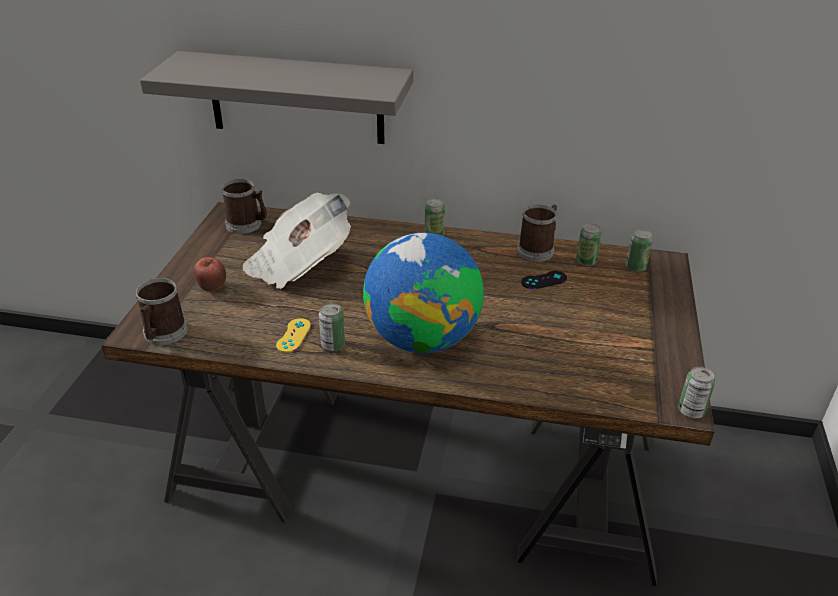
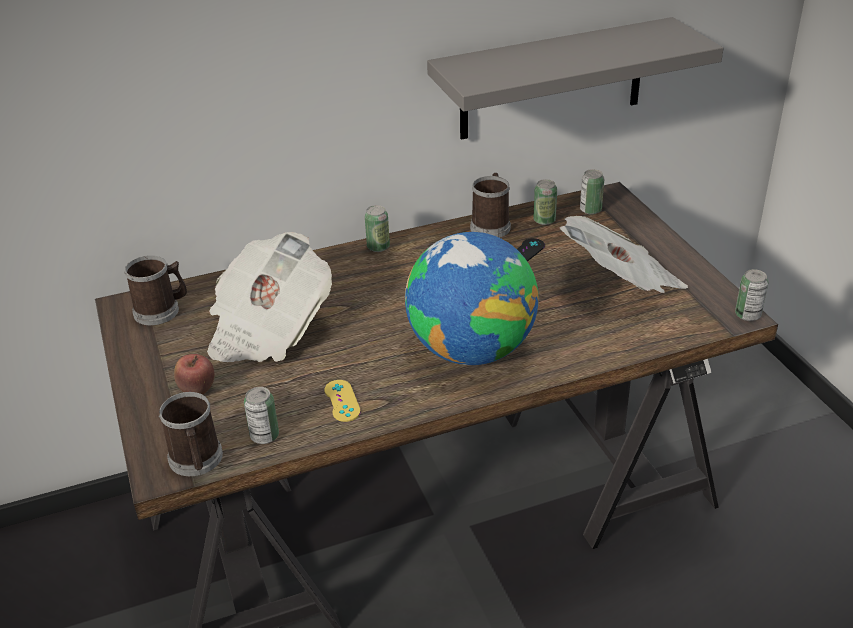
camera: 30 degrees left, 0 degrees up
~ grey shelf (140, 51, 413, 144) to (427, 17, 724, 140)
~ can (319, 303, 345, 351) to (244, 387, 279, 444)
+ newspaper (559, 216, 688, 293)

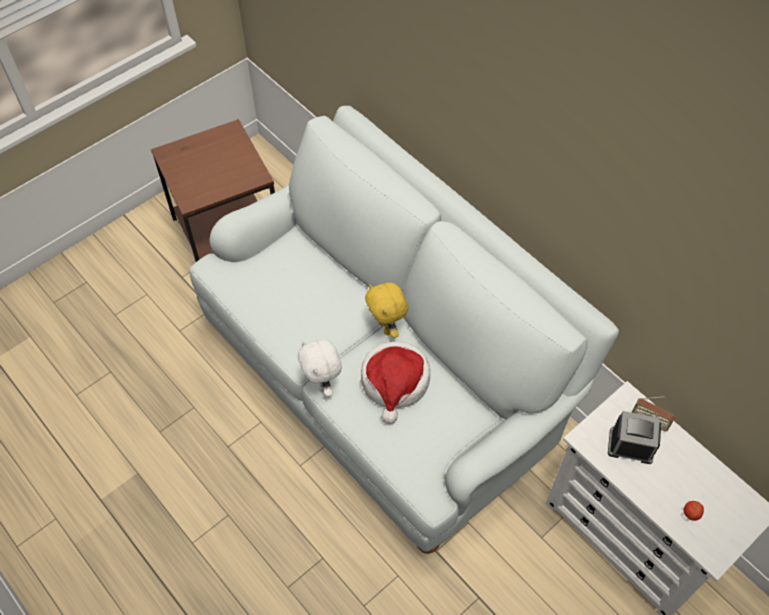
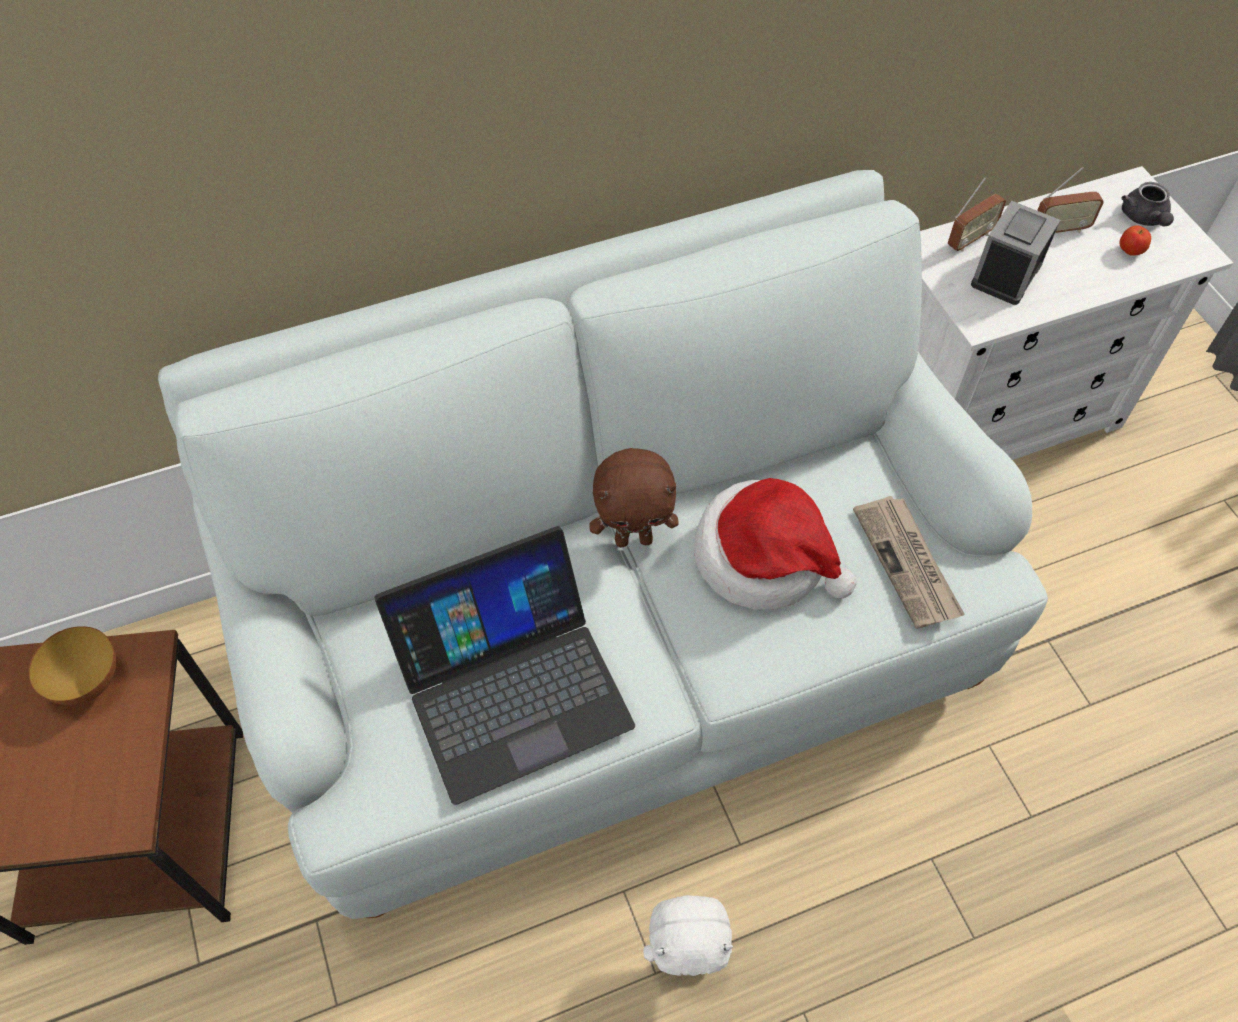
camera: 70 degrees left, 0 degrees up
~ white plush toy (298, 340, 342, 397) to (643, 895, 733, 976)
~ yellow plush toy (365, 282, 408, 338) to brown plush toy (589, 448, 679, 547)
+ bowl (29, 626, 117, 705)
+ laptop (374, 526, 635, 805)
+ newspaper (853, 496, 965, 629)
+ radio (1037, 167, 1104, 233)
+ grey teapot (1121, 182, 1174, 227)

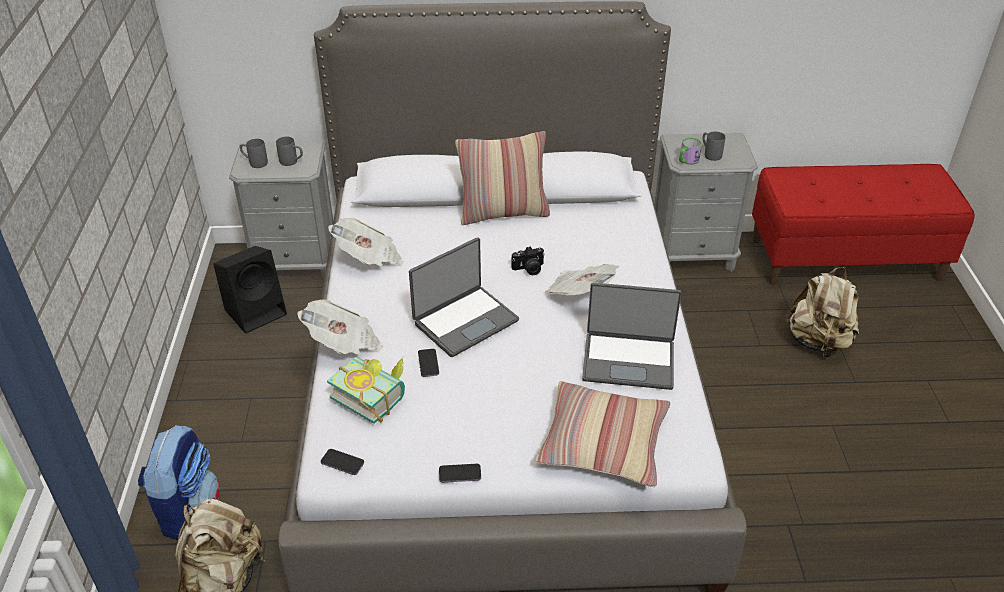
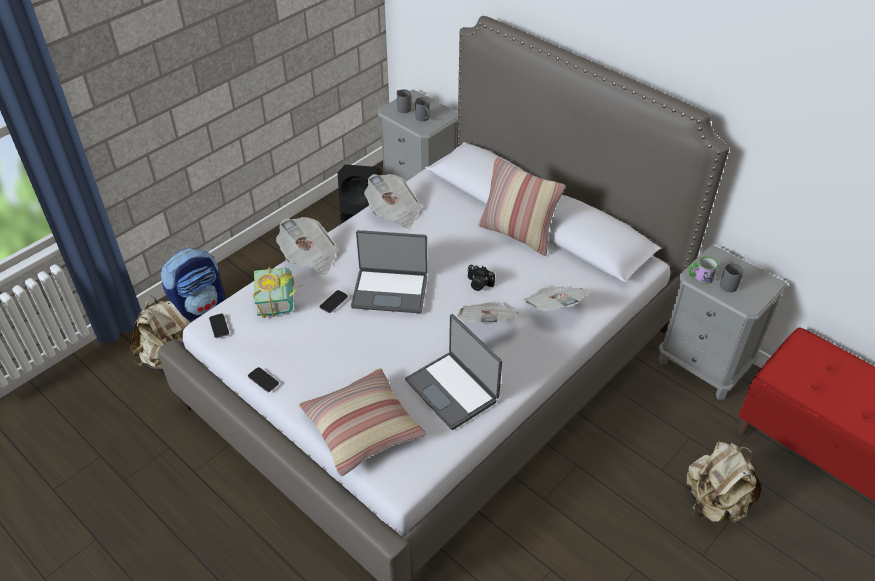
camera: 45 degrees right, 5 degrees up
+ newspaper (523, 284, 589, 311)

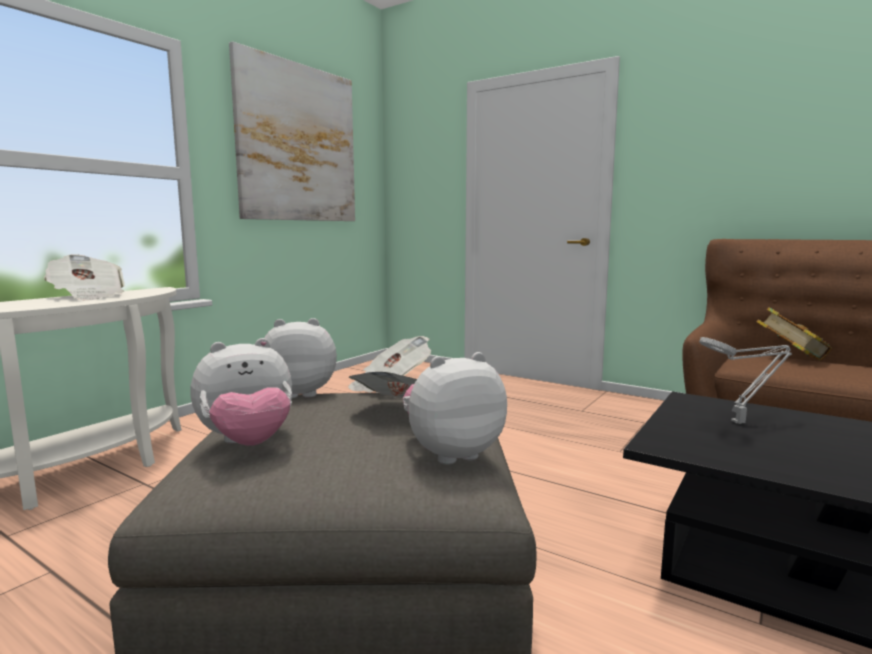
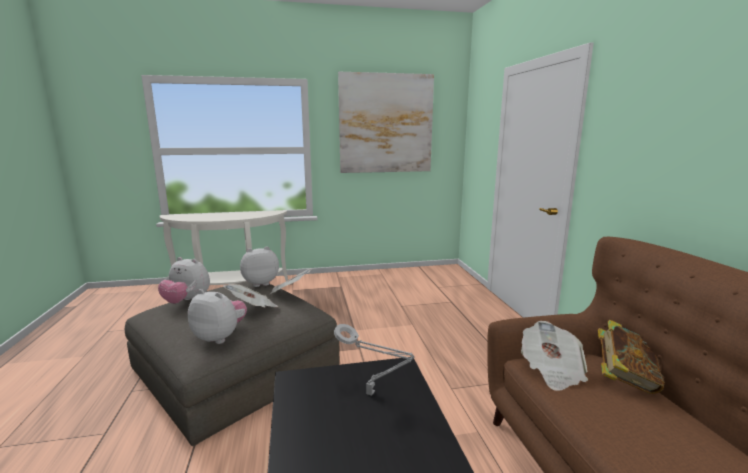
camera: 45 degrees right, 5 degrees up
~ newspaper (44, 254, 125, 300) to (521, 321, 588, 391)
~ plush toy (264, 318, 337, 398) = (240, 246, 279, 287) 60 degrees counterclockwise

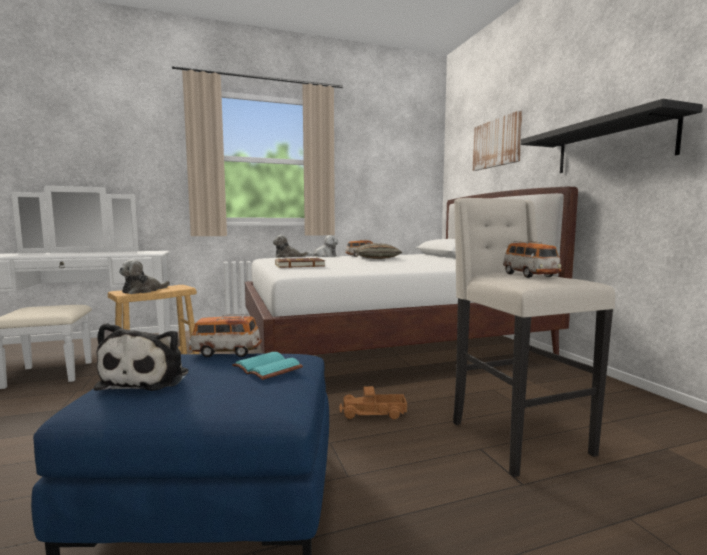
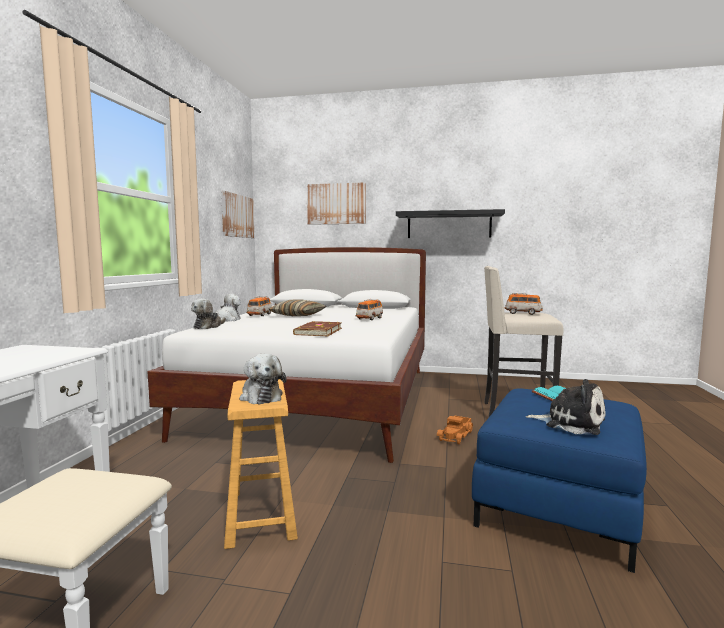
camera: 60 degrees left, 0 degrees up
~ toy car (189, 314, 262, 357) to (356, 299, 383, 320)
+ picture (221, 191, 254, 238)

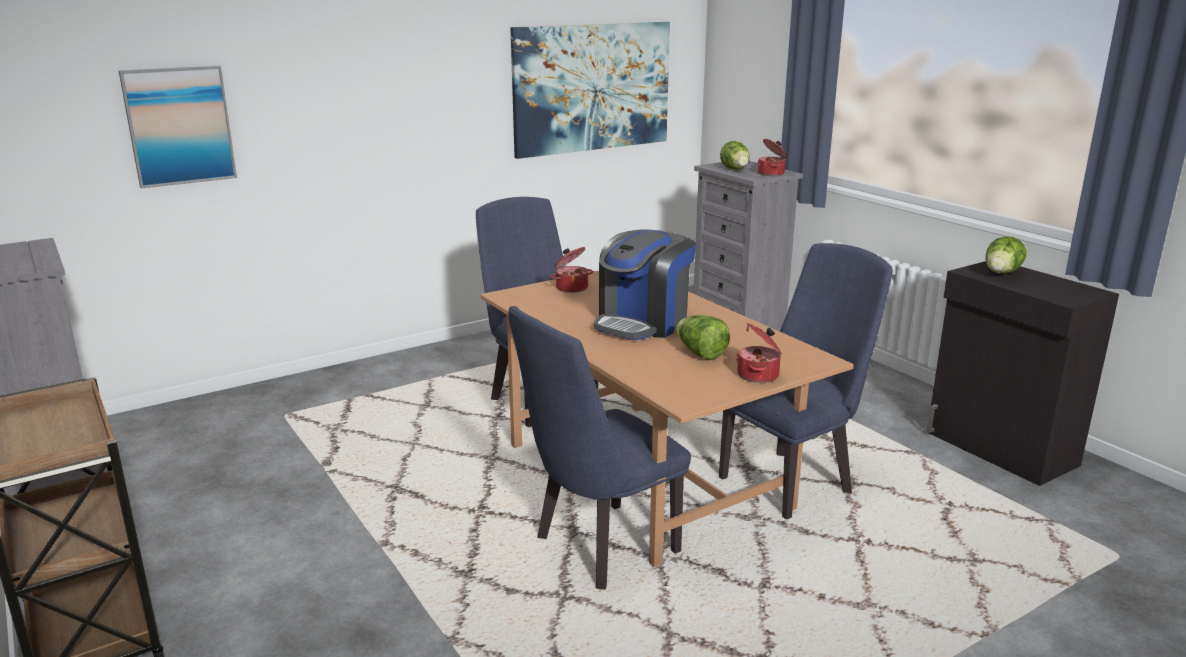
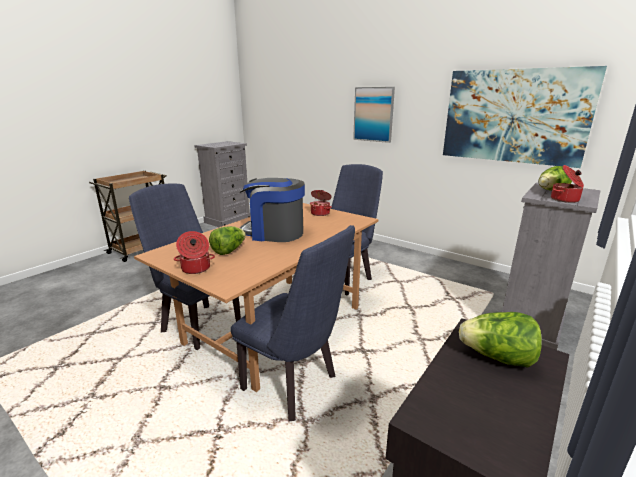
camera: 70 degrees right, 0 degrees up
~ picture (119, 66, 237, 188) to (353, 87, 395, 143)

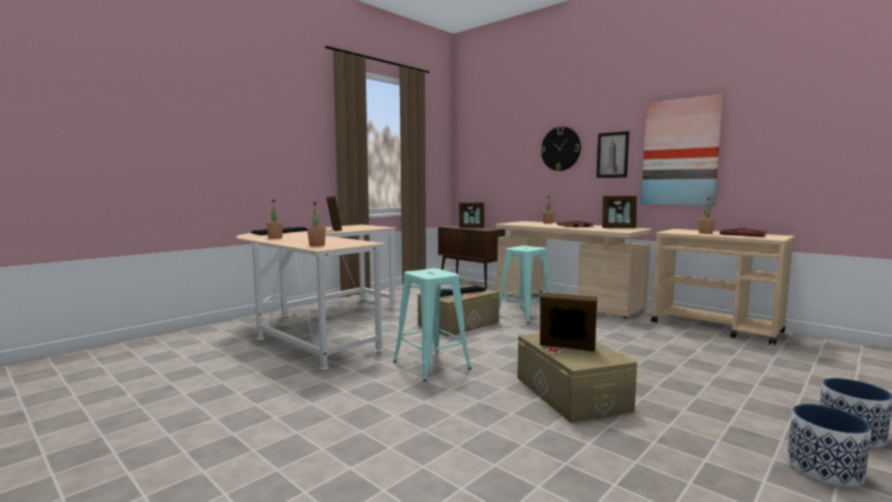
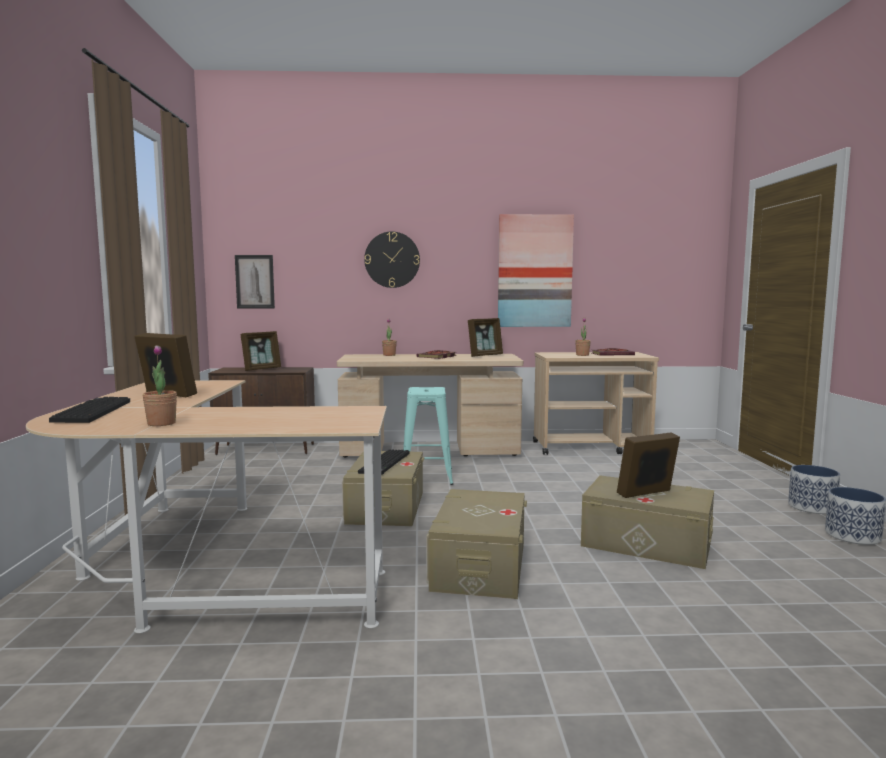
camera: 45 degrees left, 0 degrees up
- potted plant (307, 200, 326, 246)
~ turquoise stool (393, 268, 471, 381) to beige storage box (426, 489, 527, 599)
~ picture (596, 131, 629, 178) to (235, 255, 275, 309)

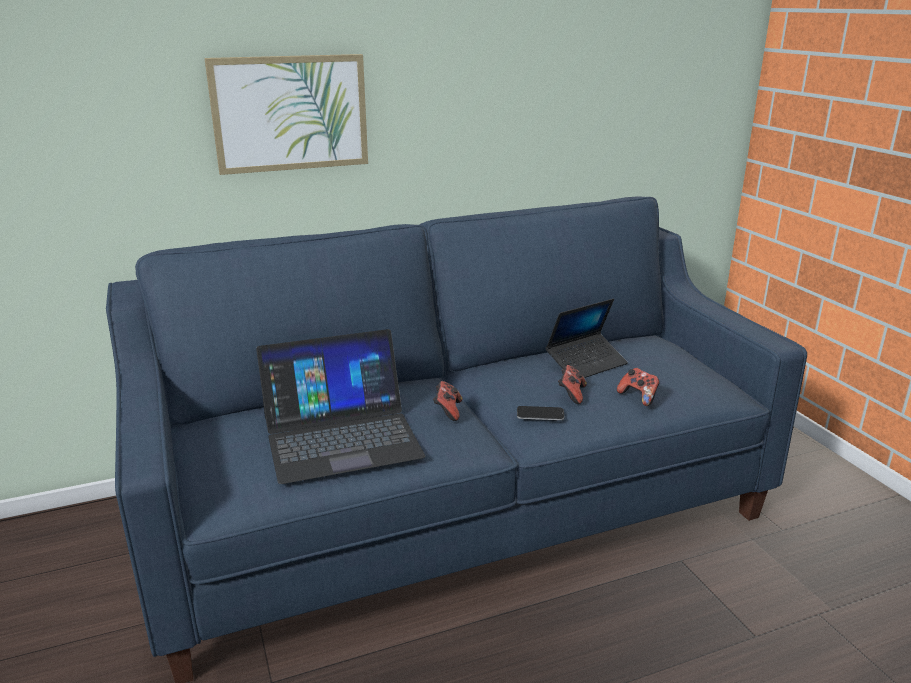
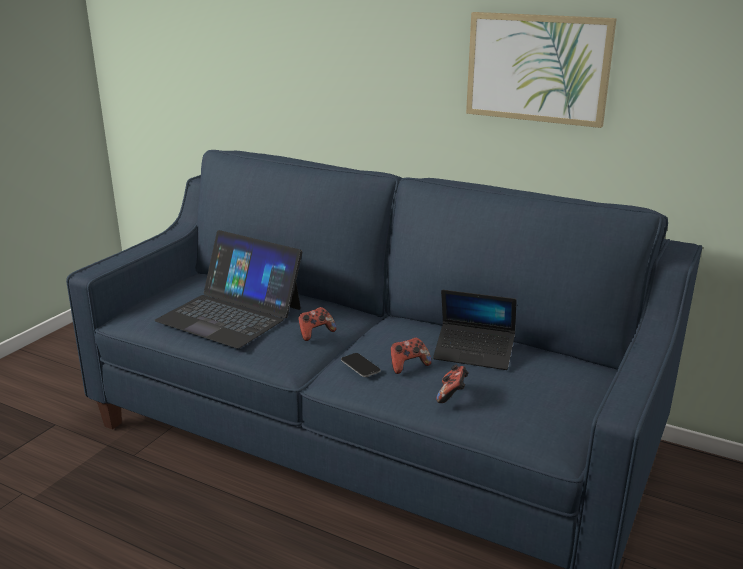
camera: 50 degrees right, 0 degrees up
~ picture (204, 54, 368, 175) to (466, 12, 617, 128)

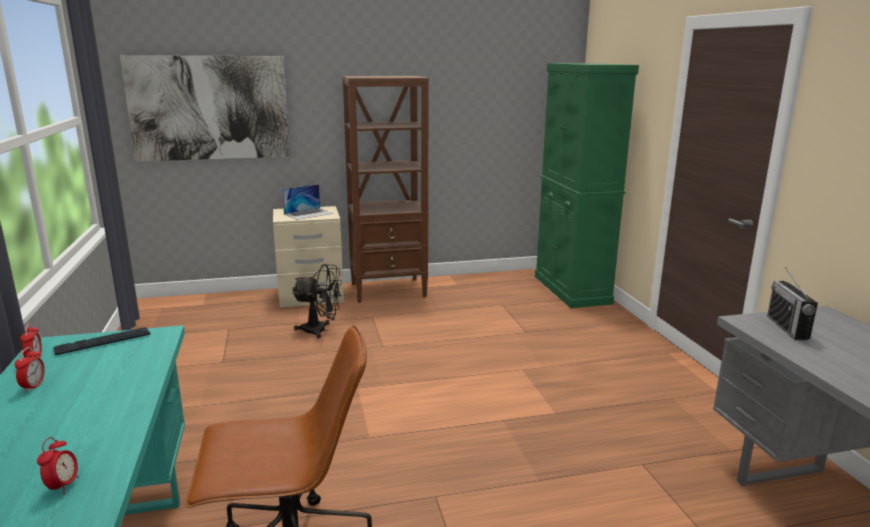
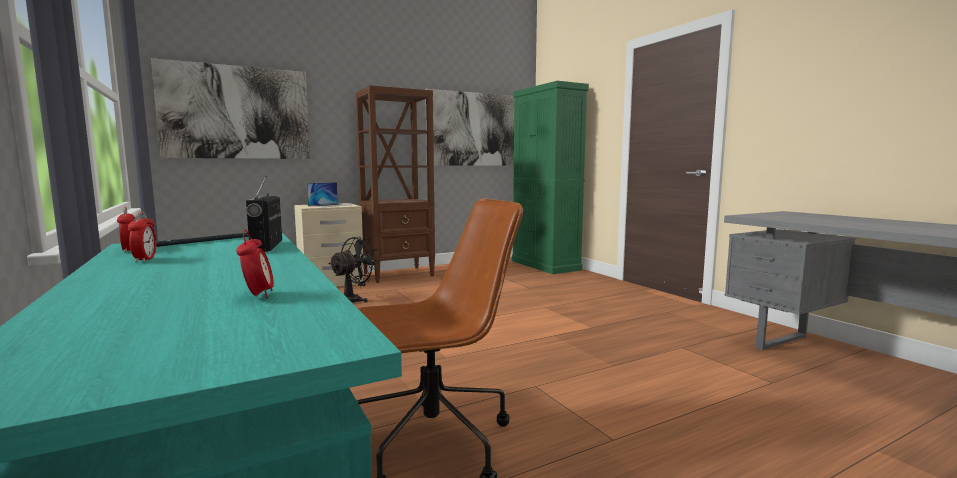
camera: 15 degrees left, 10 degrees down
~ black fan (292, 264, 342, 339) = (328, 237, 380, 303) 45 degrees counterclockwise
~ radio (767, 267, 818, 340) to (246, 176, 282, 252)
+ picture (425, 89, 514, 166)

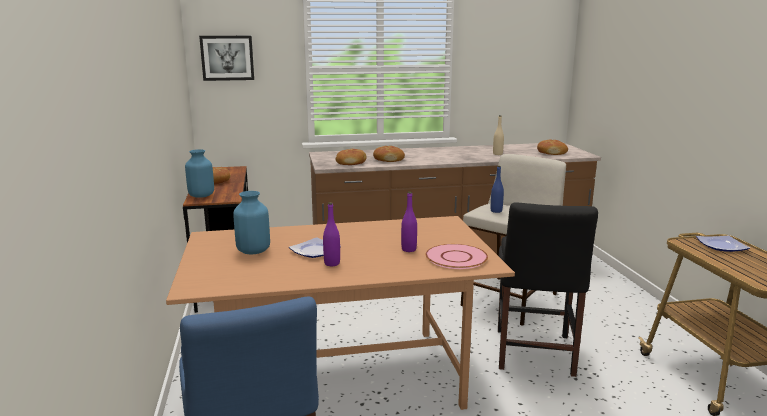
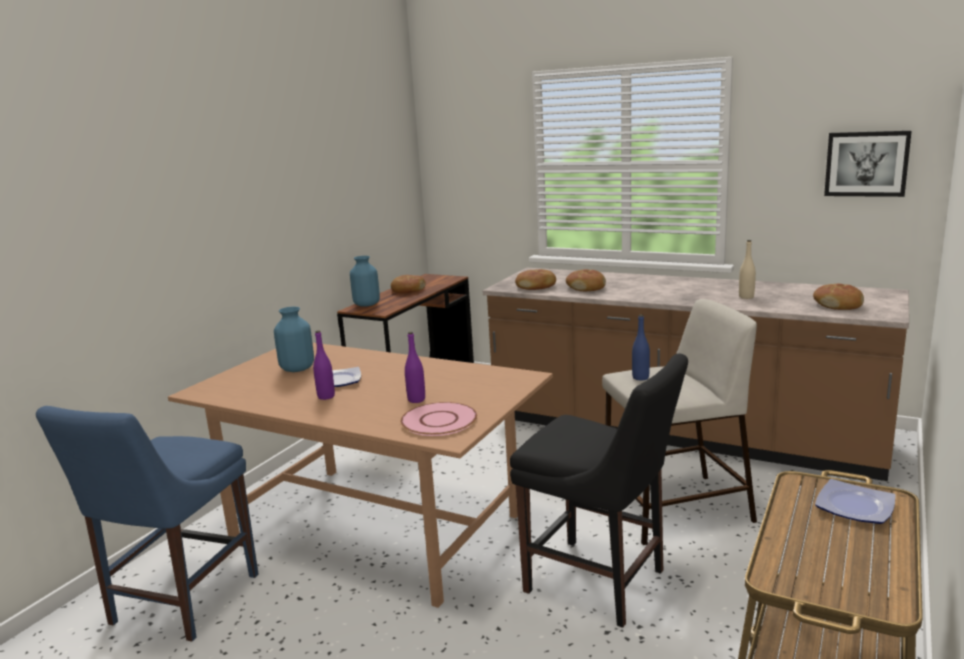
camera: 40 degrees right, 0 degrees up
~ picture (199, 36, 254, 81) to (824, 131, 912, 197)
~ black chair (498, 202, 598, 377) = (510, 354, 688, 628) 105 degrees counterclockwise

